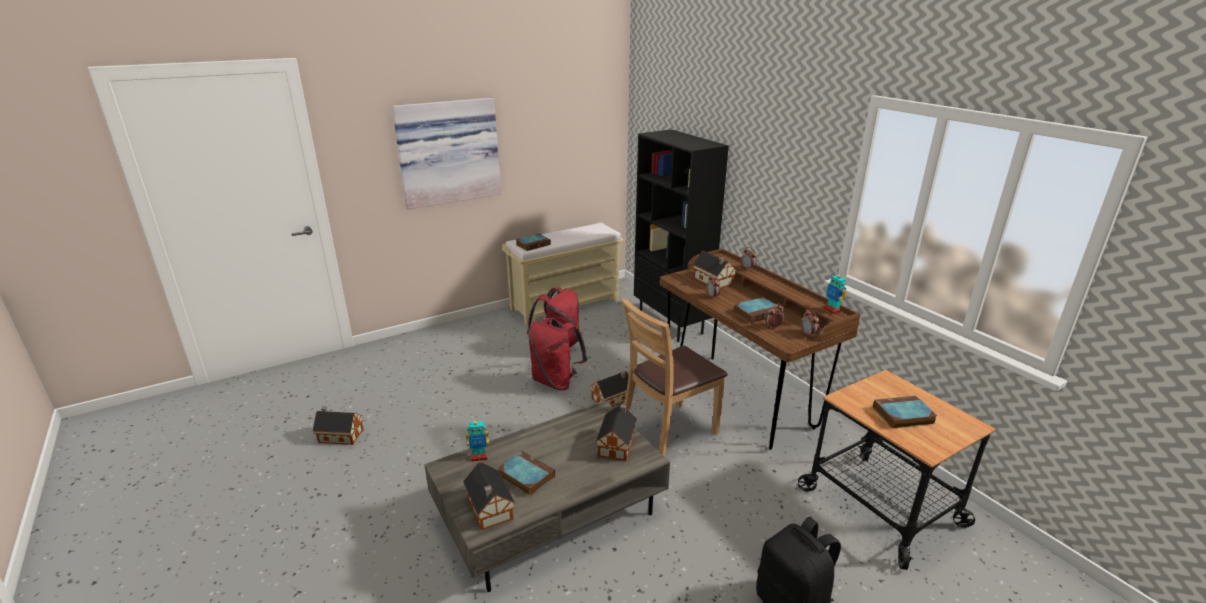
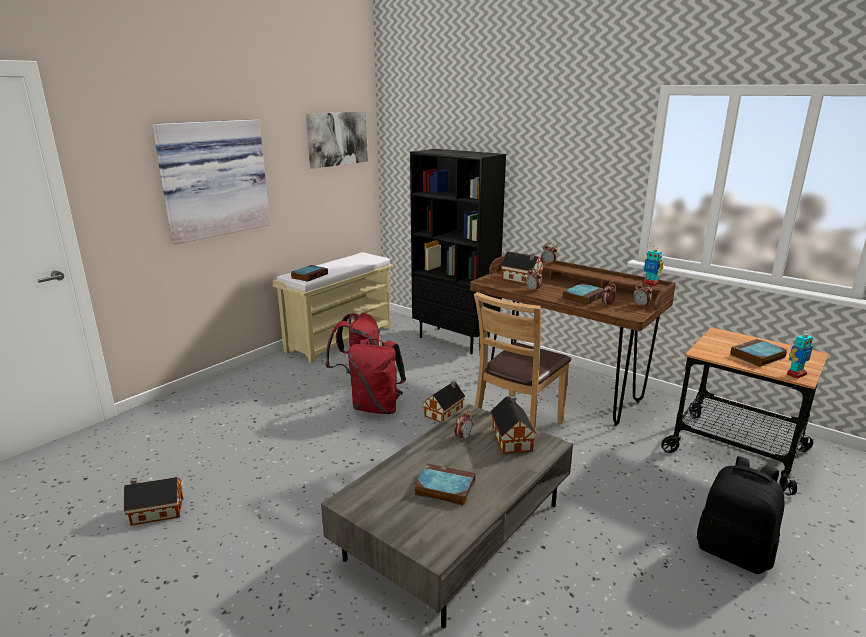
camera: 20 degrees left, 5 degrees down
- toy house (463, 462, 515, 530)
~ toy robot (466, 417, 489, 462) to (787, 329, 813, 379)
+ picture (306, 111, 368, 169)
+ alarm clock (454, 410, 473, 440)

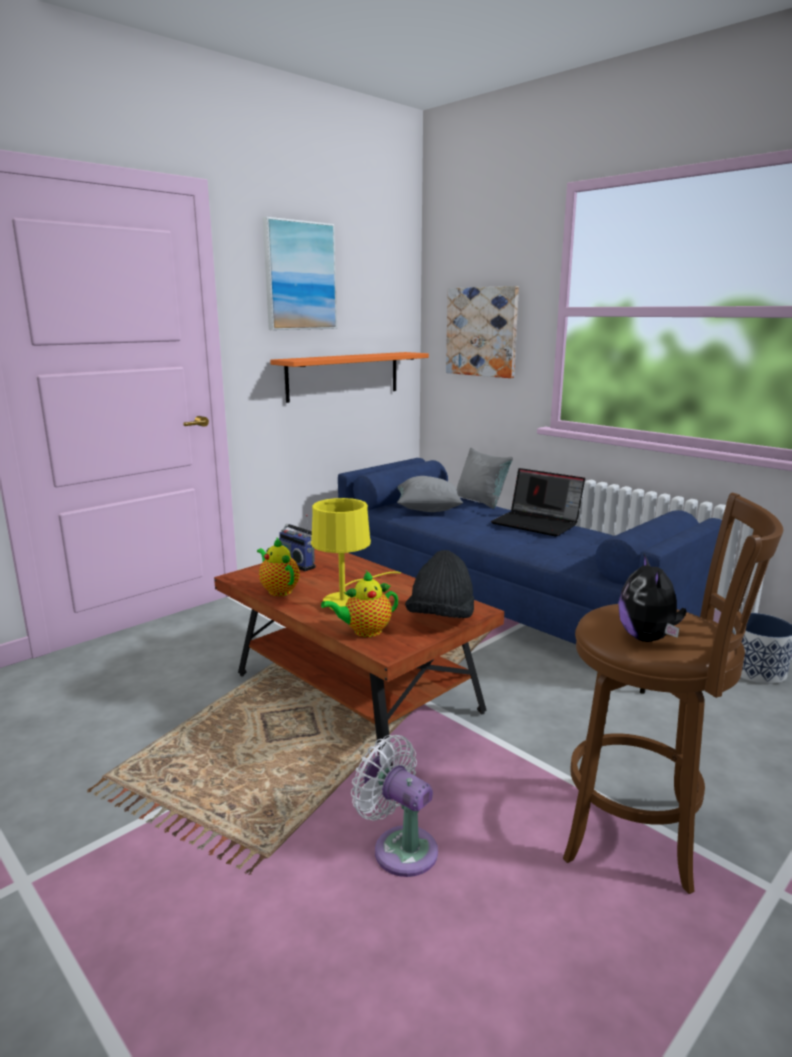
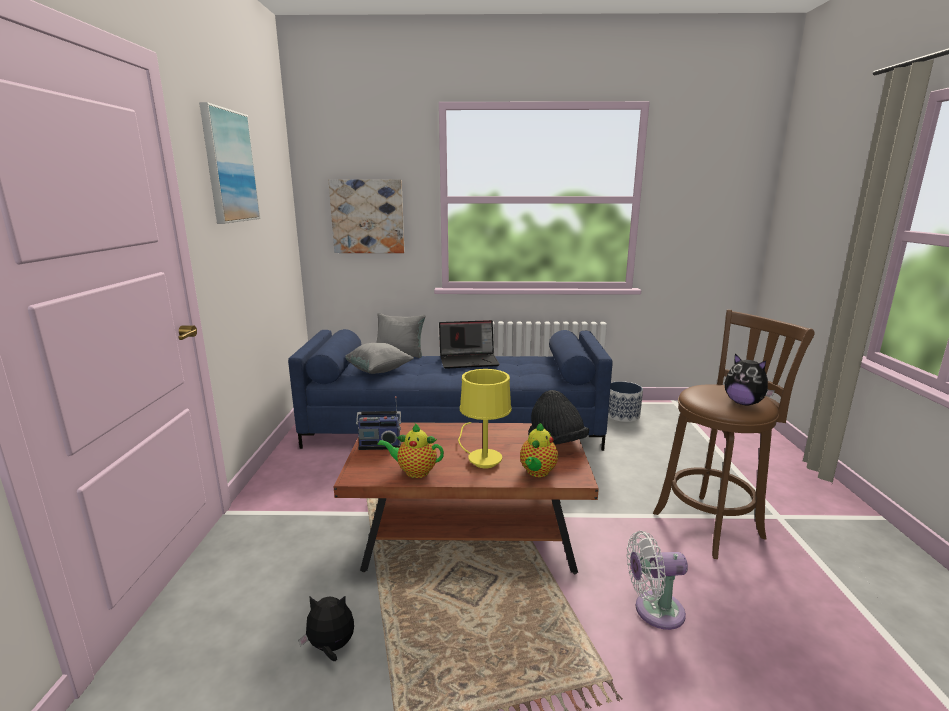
camera: 45 degrees left, 0 degrees up
- orange shelf (270, 352, 429, 403)
+ plush toy (298, 596, 354, 661)

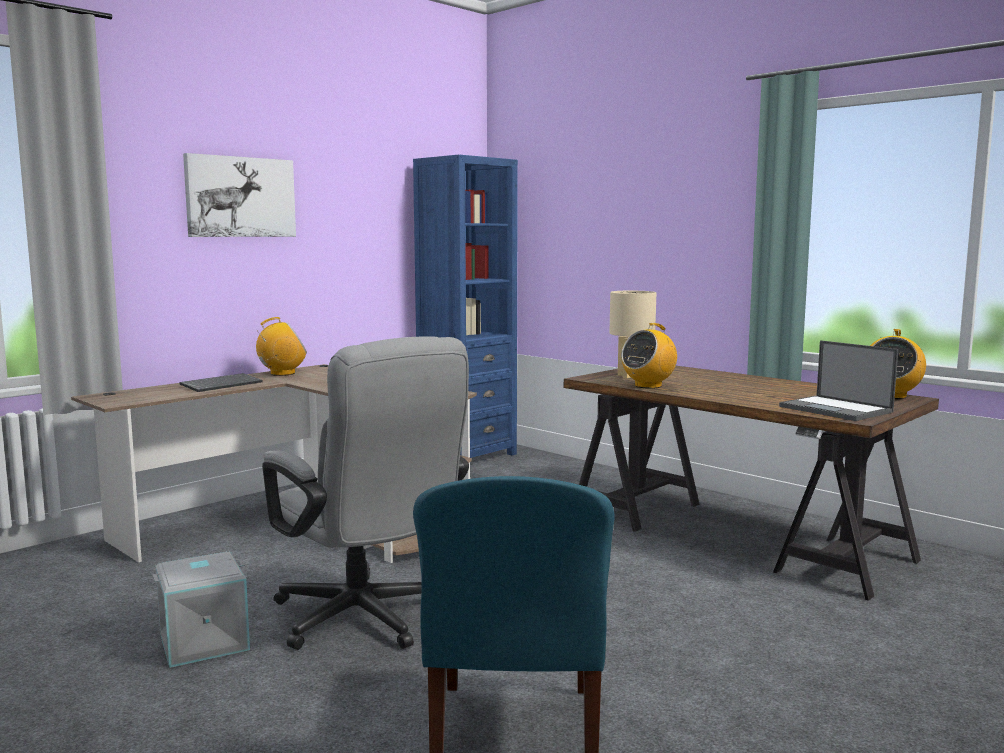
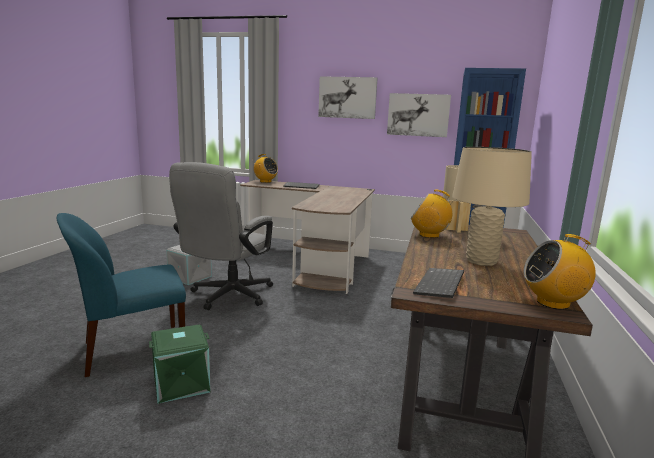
camera: 60 degrees right, 5 degrees up
~ radio (256, 317, 307, 376) to (254, 154, 278, 183)
~ laptop (779, 340, 898, 421) to keyboard (413, 268, 464, 298)
+ green storage box (149, 324, 211, 404)
+ picture (387, 93, 451, 137)
+ beige table lamp (452, 147, 532, 266)

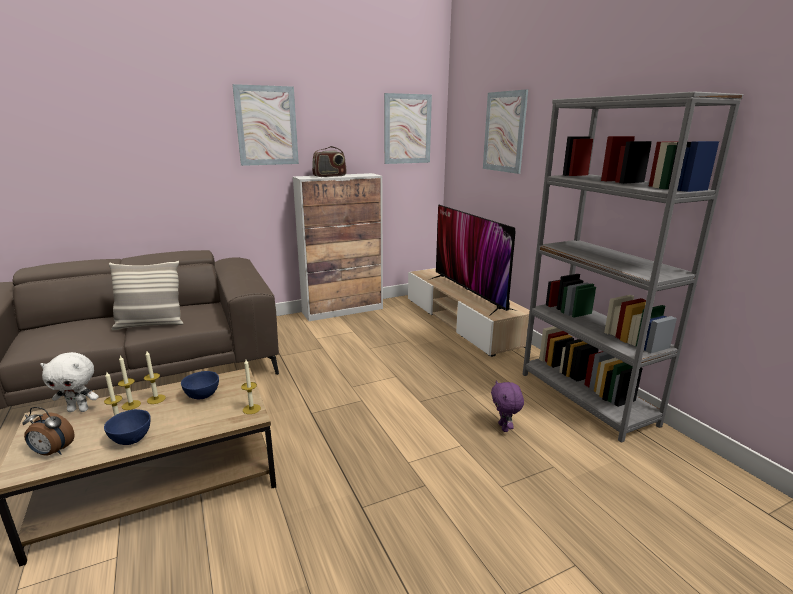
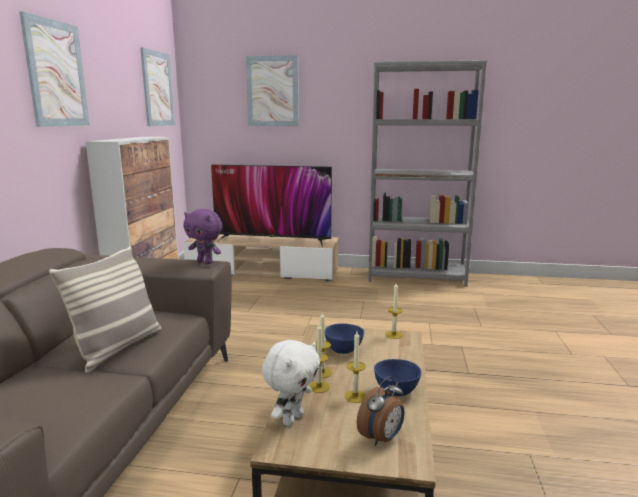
camera: 55 degrees left, 5 degrees down
- radio (312, 146, 346, 177)
~ purple plush toy (491, 380, 524, 432) to (184, 209, 222, 264)

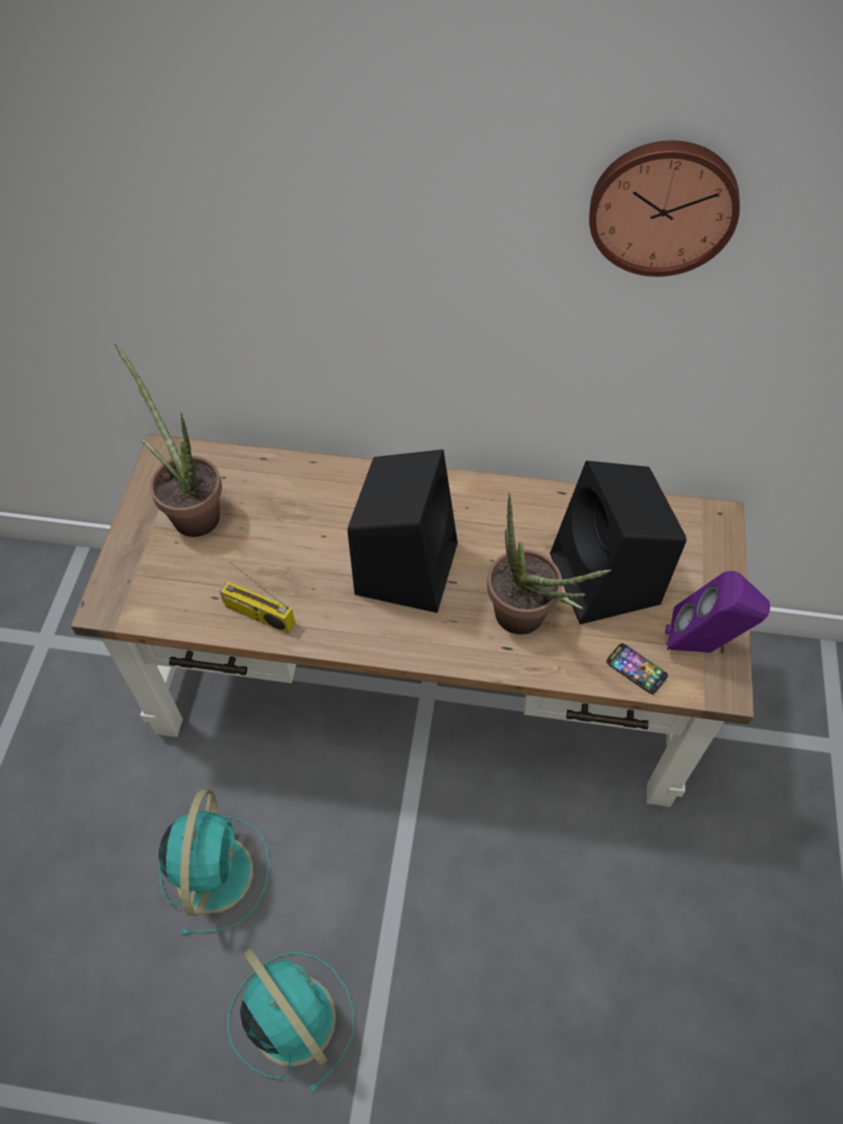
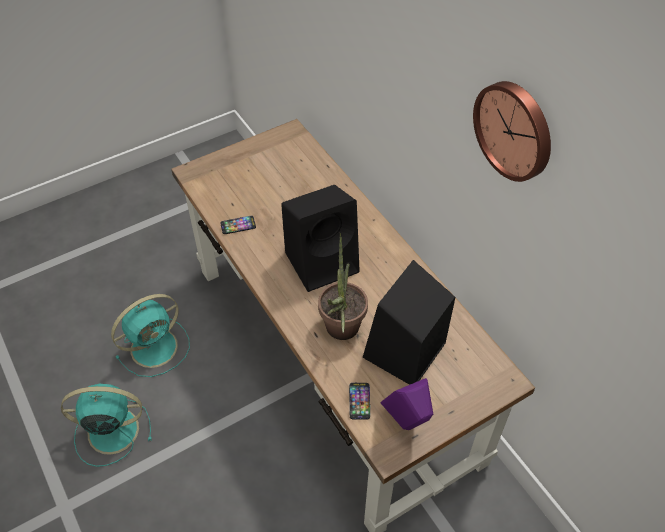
camera: 50 degrees right, 5 degrees down
- potted plant (114, 343, 222, 537)
~ radio (219, 562, 295, 634) to phone (220, 216, 256, 234)
~ turquoise fan (227, 948, 355, 1093) = (61, 384, 152, 467) 105 degrees counterclockwise

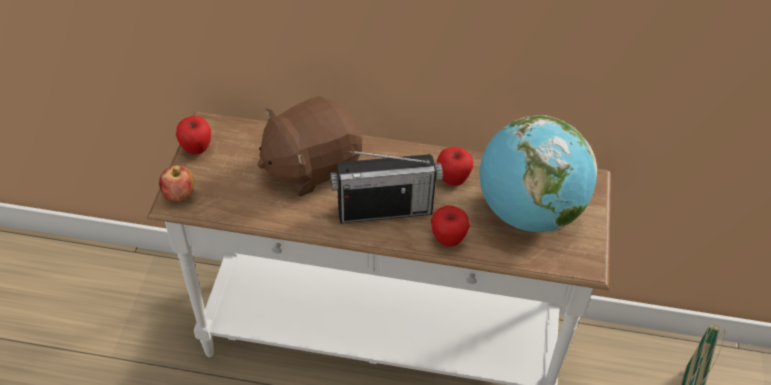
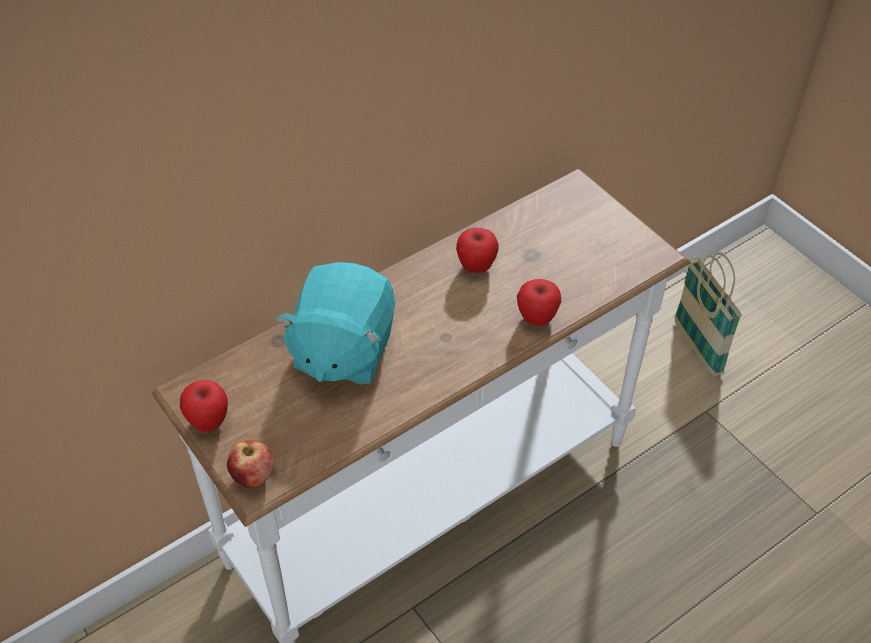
camera: 45 degrees left, 0 degrees up
~ brown plush toy (257, 96, 362, 196) to turquoise plush toy (276, 262, 395, 384)
- radio (330, 151, 443, 223)
- globe (479, 115, 597, 232)

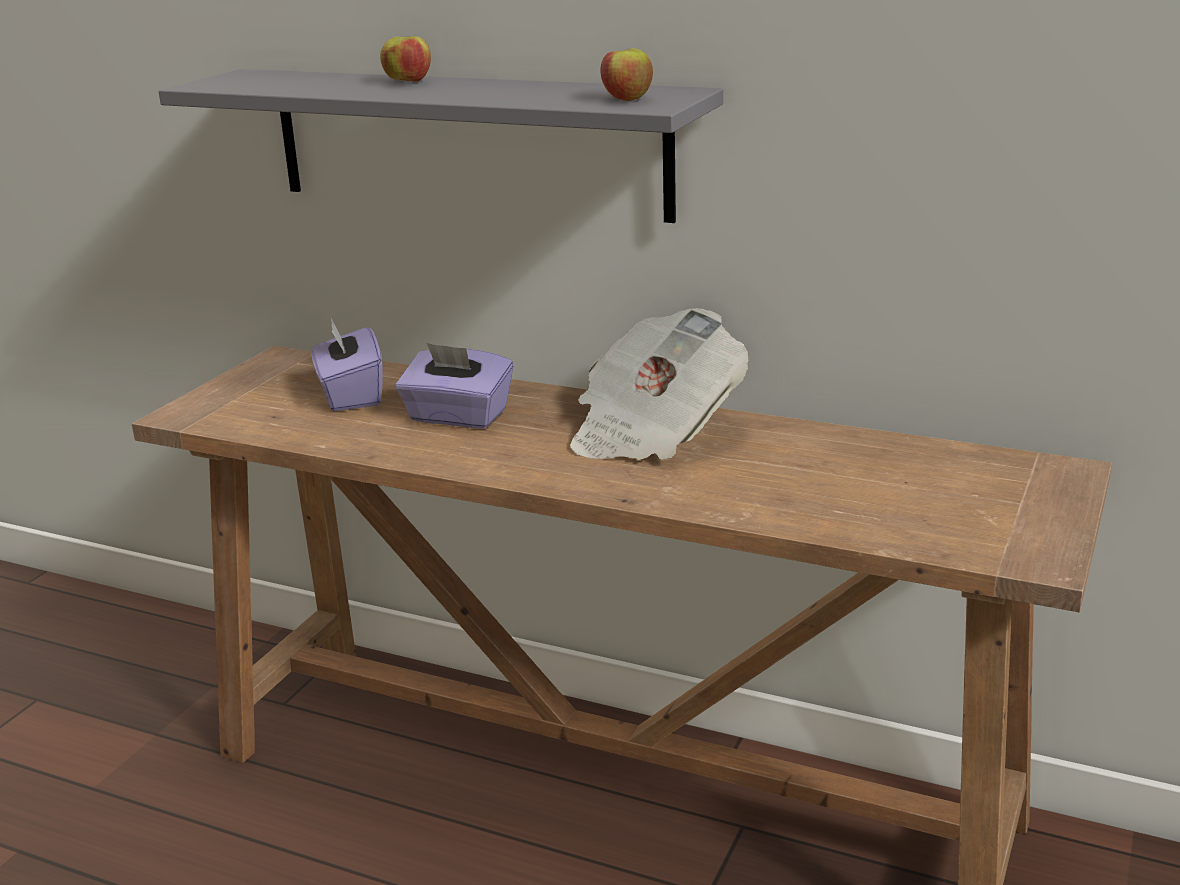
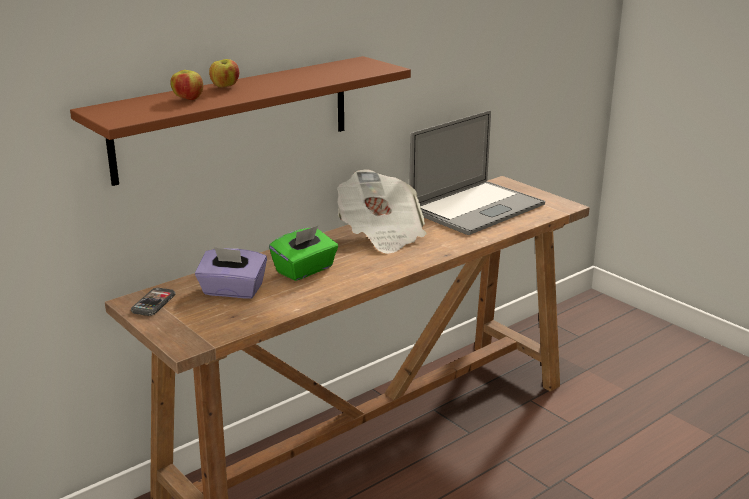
camera: 65 degrees left, 0 degrees up
~ grey shelf (158, 69, 723, 223) to brown shelf (70, 56, 411, 186)
~ purple tissue box (396, 343, 514, 429) to green tissue box (269, 225, 338, 281)
~ apple (600, 48, 653, 101) to (170, 70, 203, 100)
+ phone (131, 288, 176, 316)
+ laptop (409, 110, 545, 235)

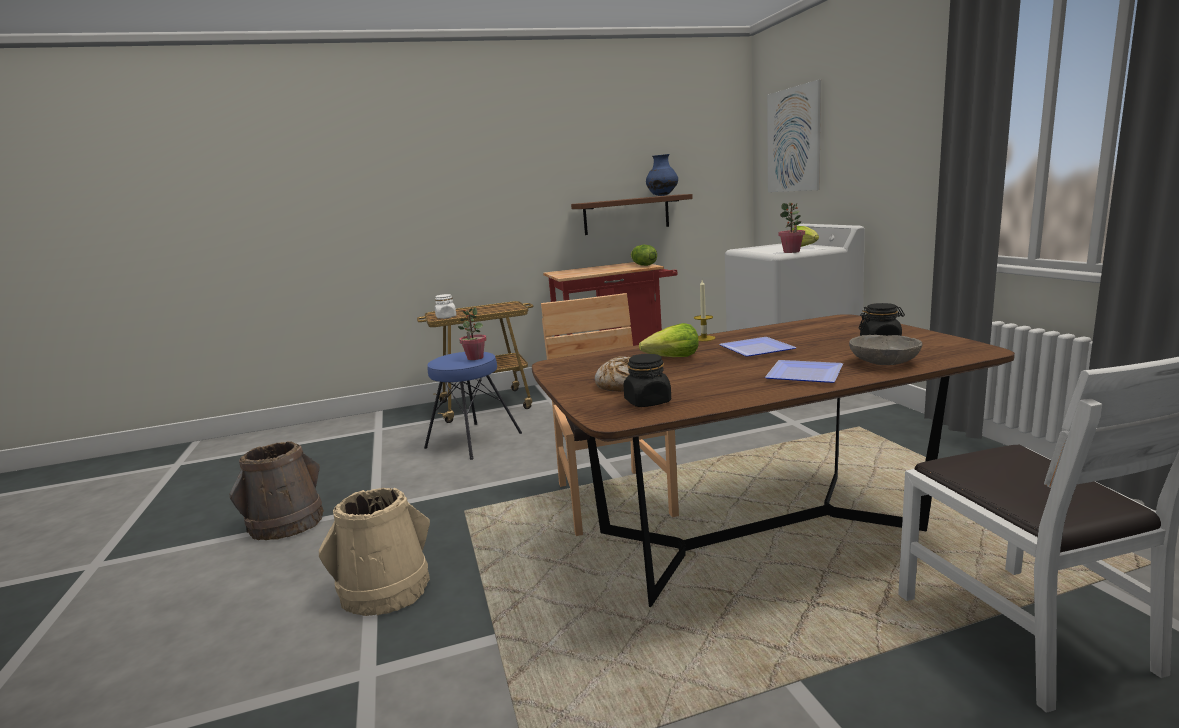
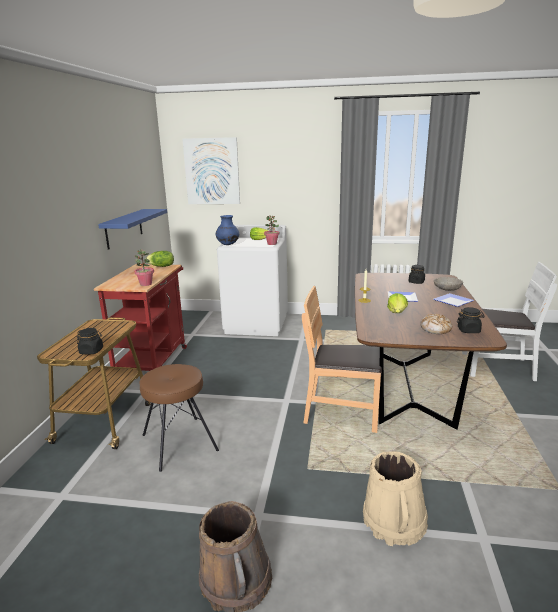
camera: 65 degrees left, 5 degrees up
~ blue stool (424, 352, 522, 460) to brown stool (140, 364, 219, 472)
~ white jar (435, 294, 456, 319) to black jar (77, 328, 103, 354)
~ potted plant (458, 308, 487, 360) to (134, 249, 154, 286)
~ brown shelf (571, 194, 693, 235) to blue shelf (98, 209, 167, 250)
~ blue vase (646, 154, 678, 196) to (216, 215, 239, 245)

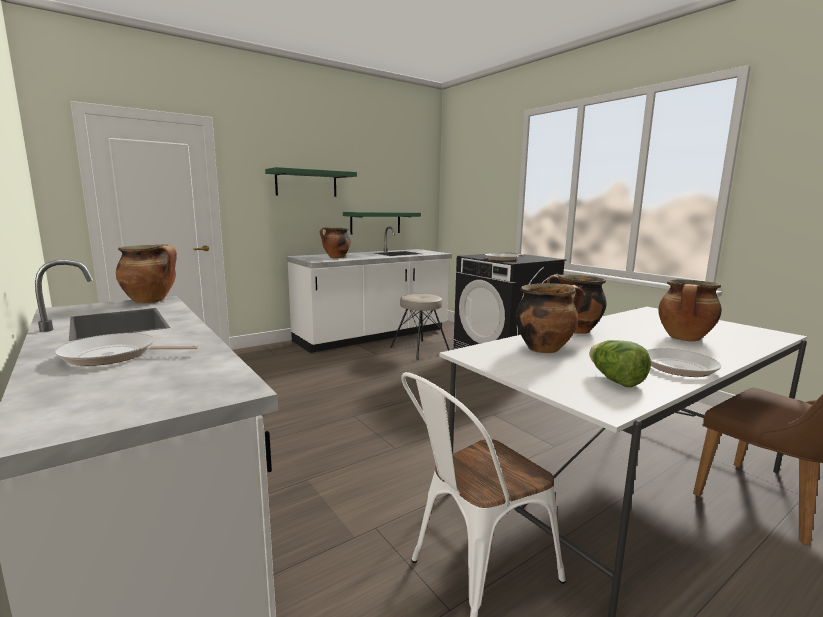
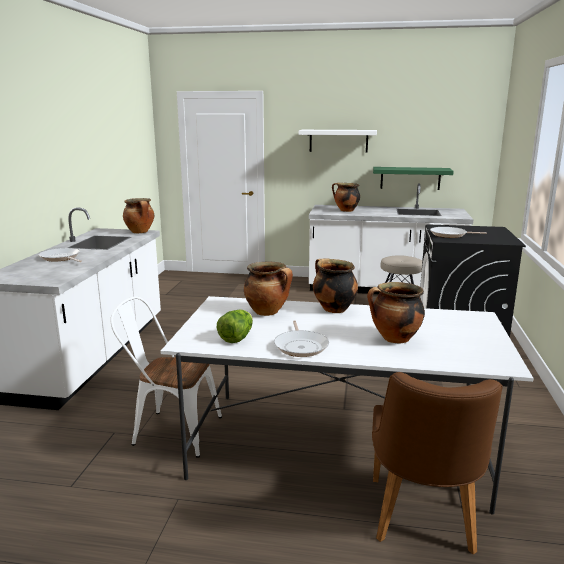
camera: 45 degrees right, 5 degrees up
~ green shelf (265, 167, 357, 197) to white shelf (298, 130, 377, 152)

